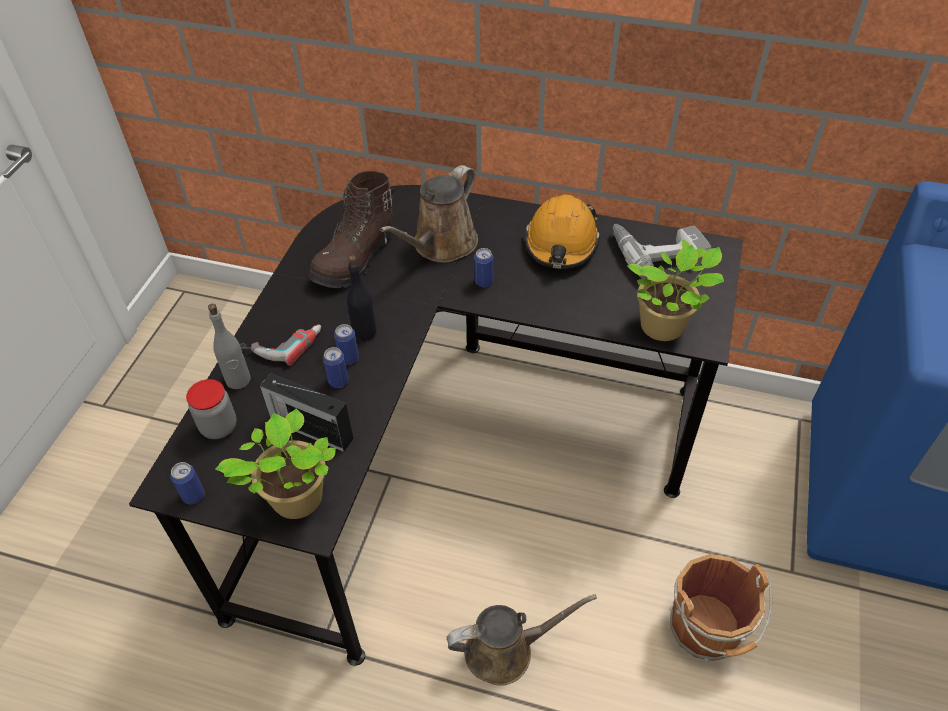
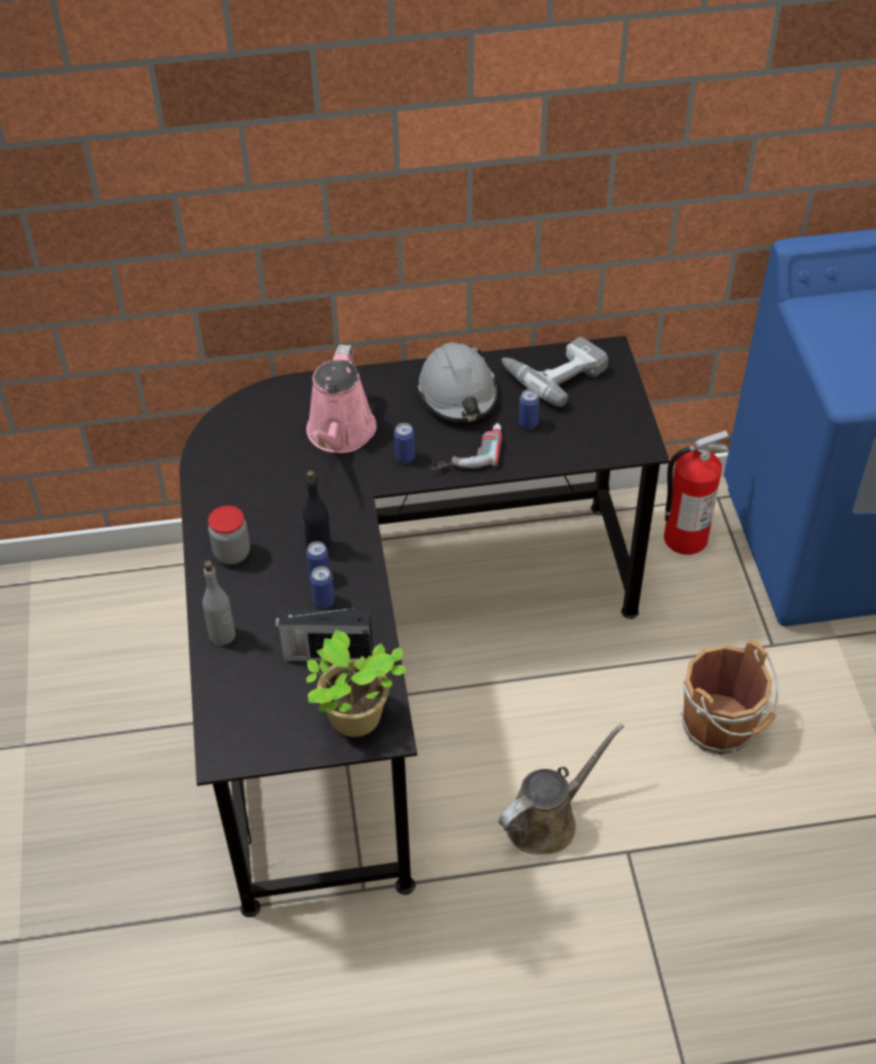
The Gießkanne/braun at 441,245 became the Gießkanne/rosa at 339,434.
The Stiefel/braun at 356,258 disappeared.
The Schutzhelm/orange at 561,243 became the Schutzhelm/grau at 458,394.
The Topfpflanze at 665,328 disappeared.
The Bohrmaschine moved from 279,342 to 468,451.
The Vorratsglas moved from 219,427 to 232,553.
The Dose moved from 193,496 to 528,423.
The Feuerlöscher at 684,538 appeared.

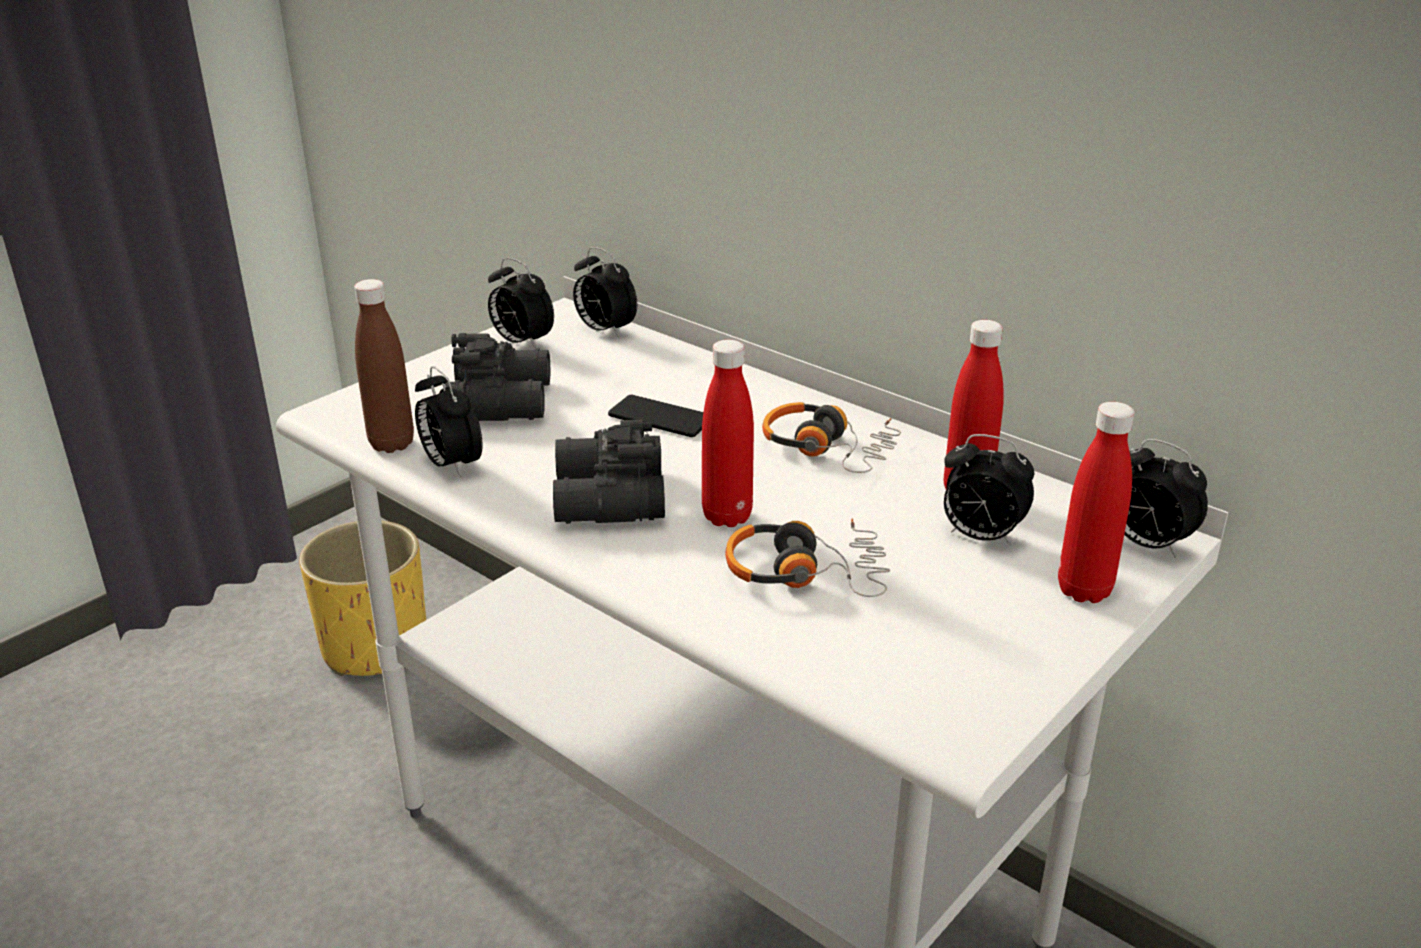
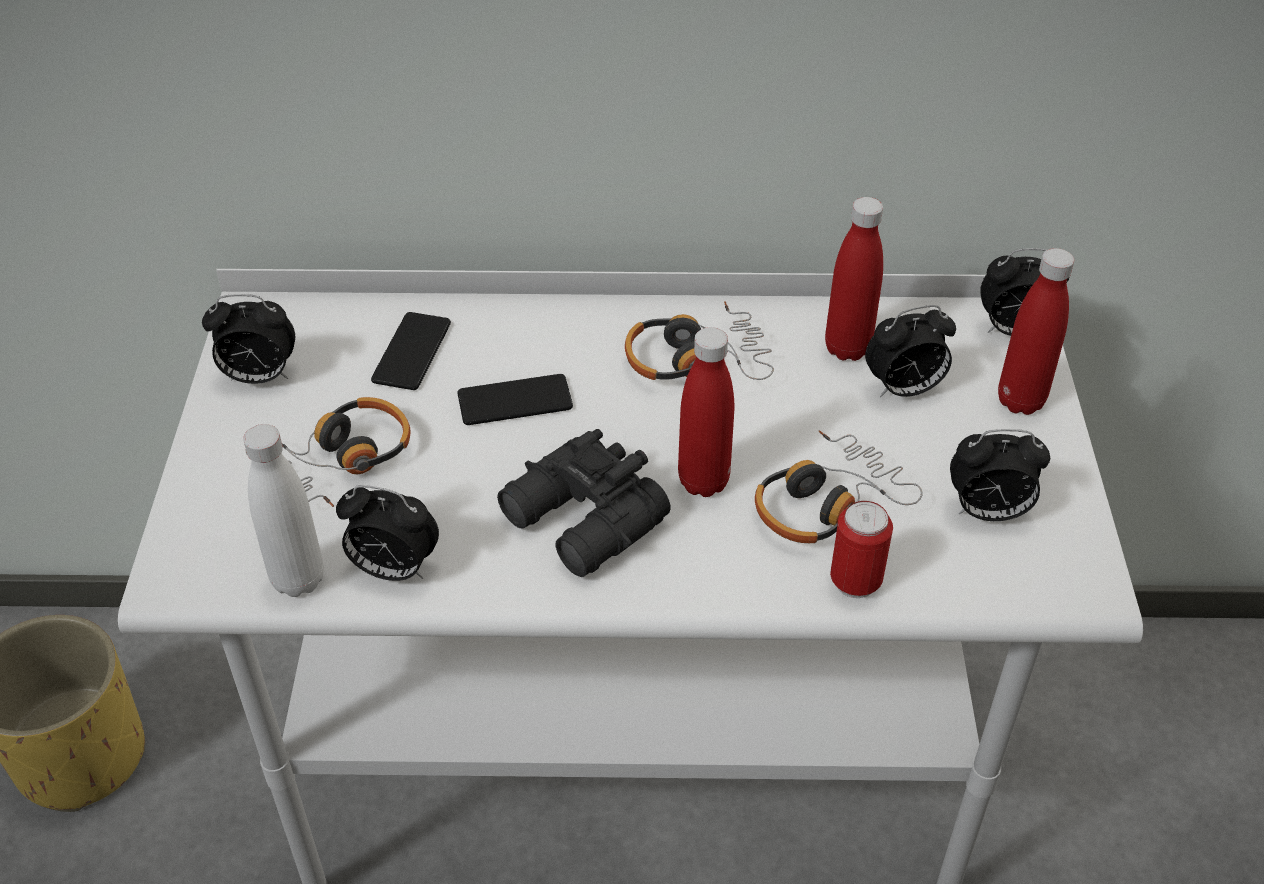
The Wecker moved from 604,331 to 987,512.
The Flasche/braun at 392,444 became the Flasche/weiß at 298,579.
The Fernglas/schwarz at 503,400 was replaced by the Kopfhörer at 339,461.
The Handy at 412,352 appeared.
The Dose at 855,582 appeared.

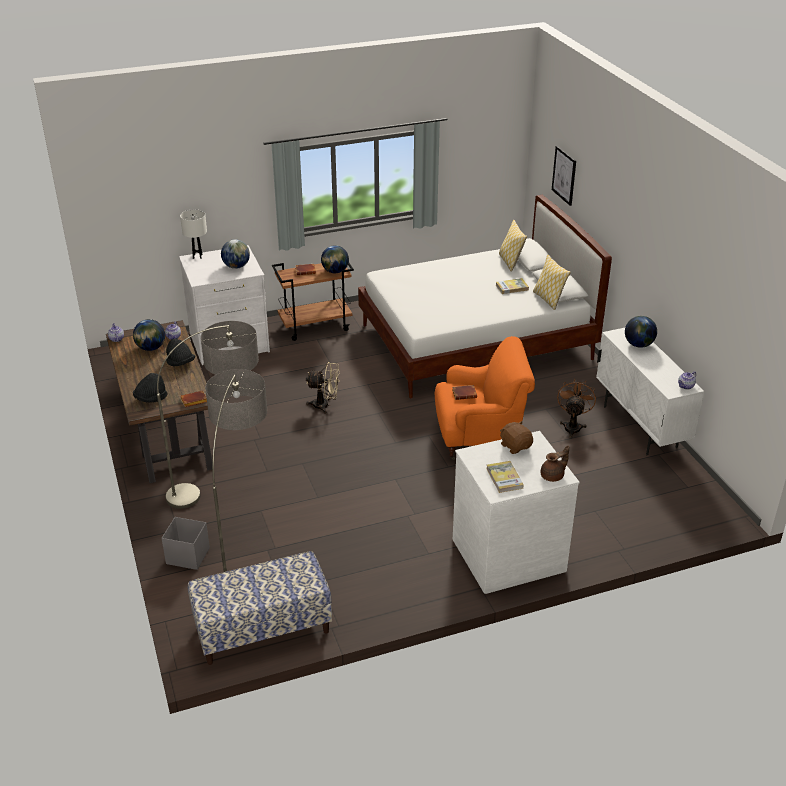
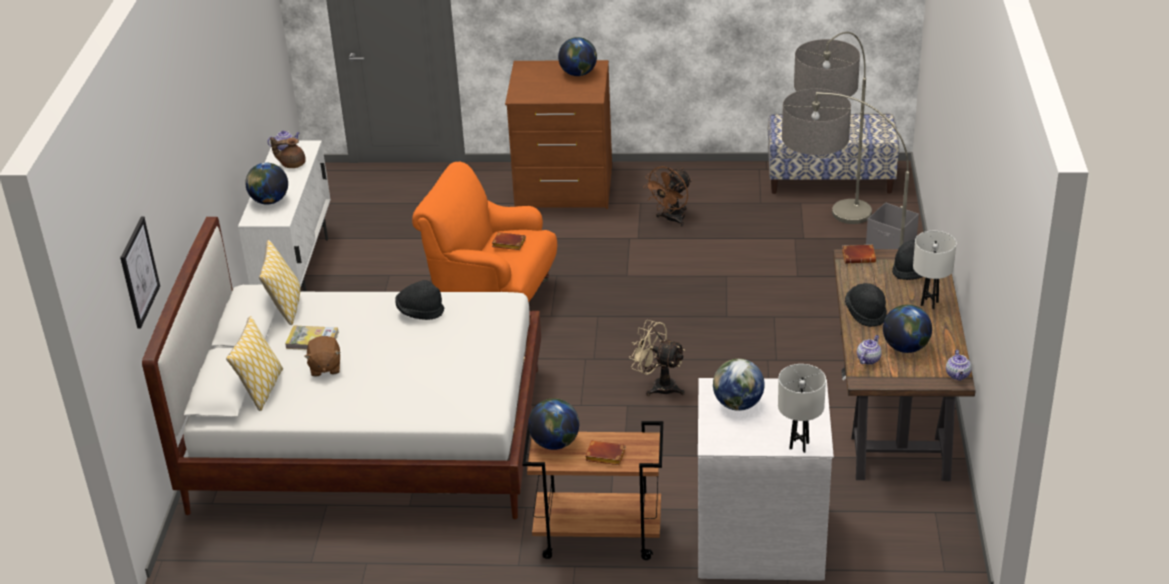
The Ventilator/braun moved from 572,426 to 671,220.
The Plüschtier/braun moved from 515,446 to 325,367.
The Kommode/weiß at 507,554 became the Kommode/braun at 564,187.
The Teekanne/braun moved from 553,476 to 292,164.
The Buch at 504,478 was replaced by the Globus at 578,73.
The Tischlampe/weiß at 929,303 appeared.
The Hut/schwarz at 420,312 appeared.

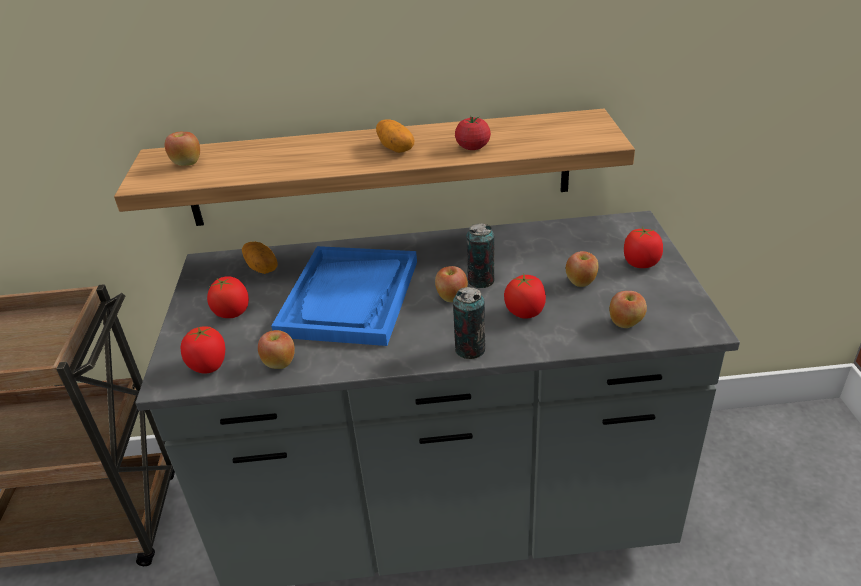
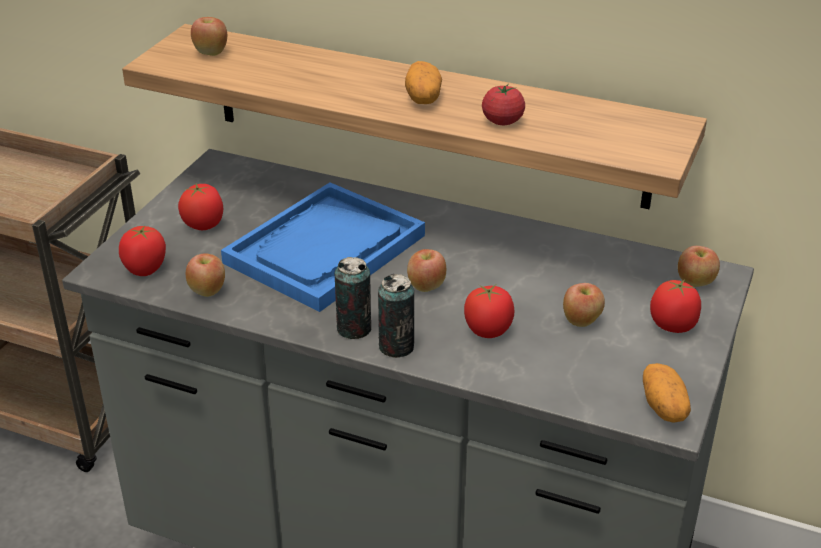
The Dose moved from 481,281 to 354,329.
The Kartoffel moved from 262,267 to 664,407.
The Apfel moved from 626,323 to 695,283.

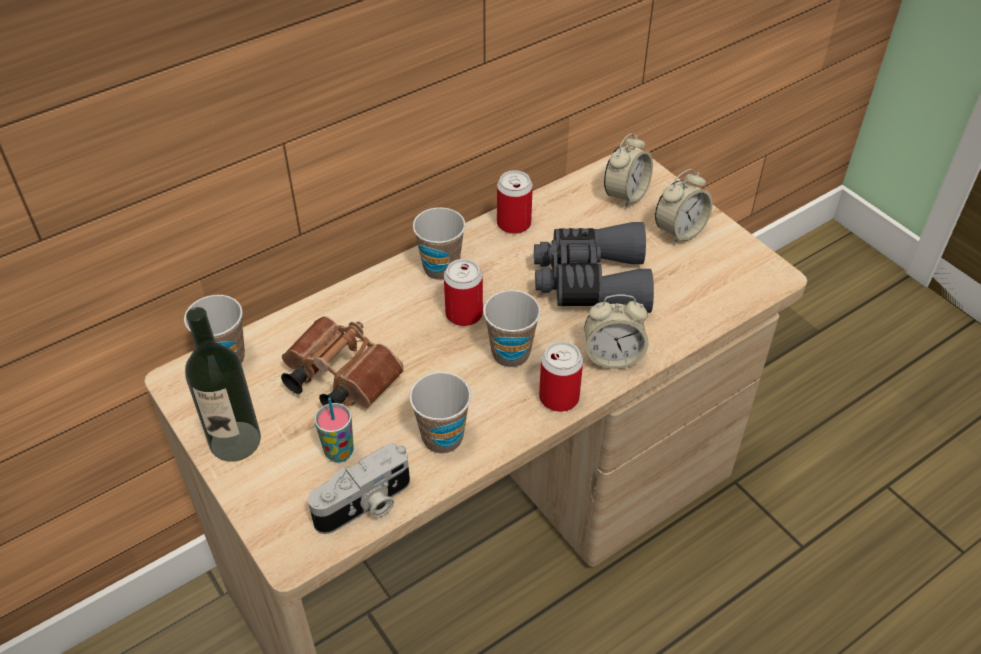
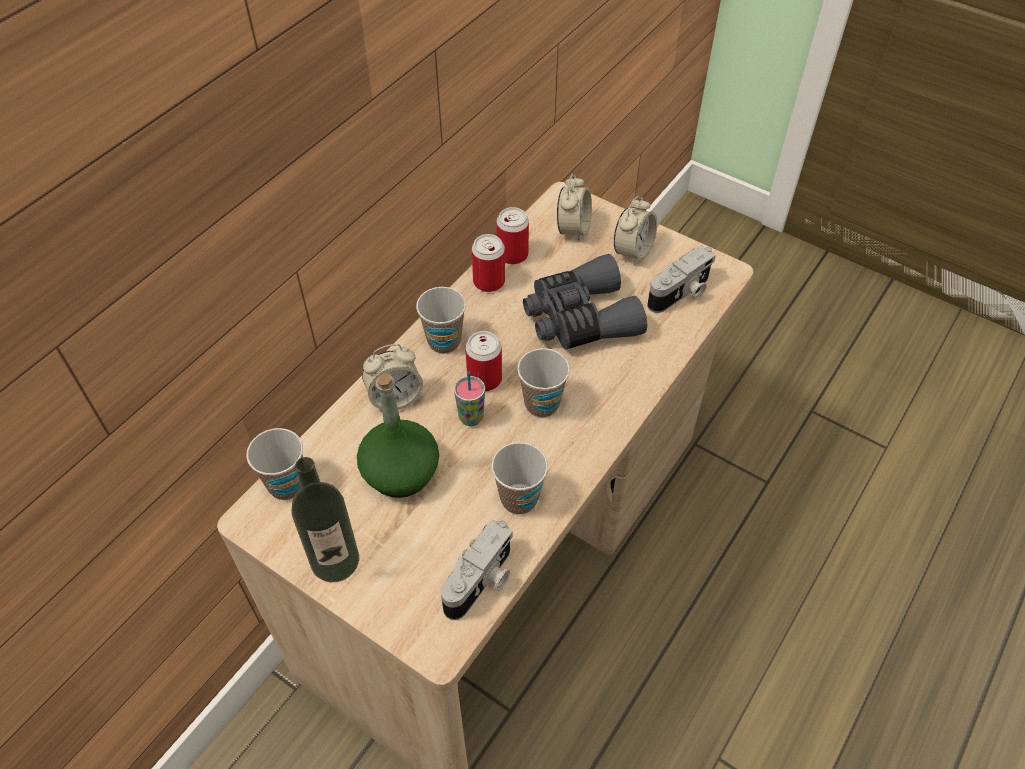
The Wecker moved from 612,356 to 395,398.
The Fernglas/braun at 337,378 was replaced by the Flasche/grün at 400,472.
The Dose moved from 559,397 to 512,254.
The Tasse moved from 339,452 to 471,418.
The Kamera at 681,293 appeared.

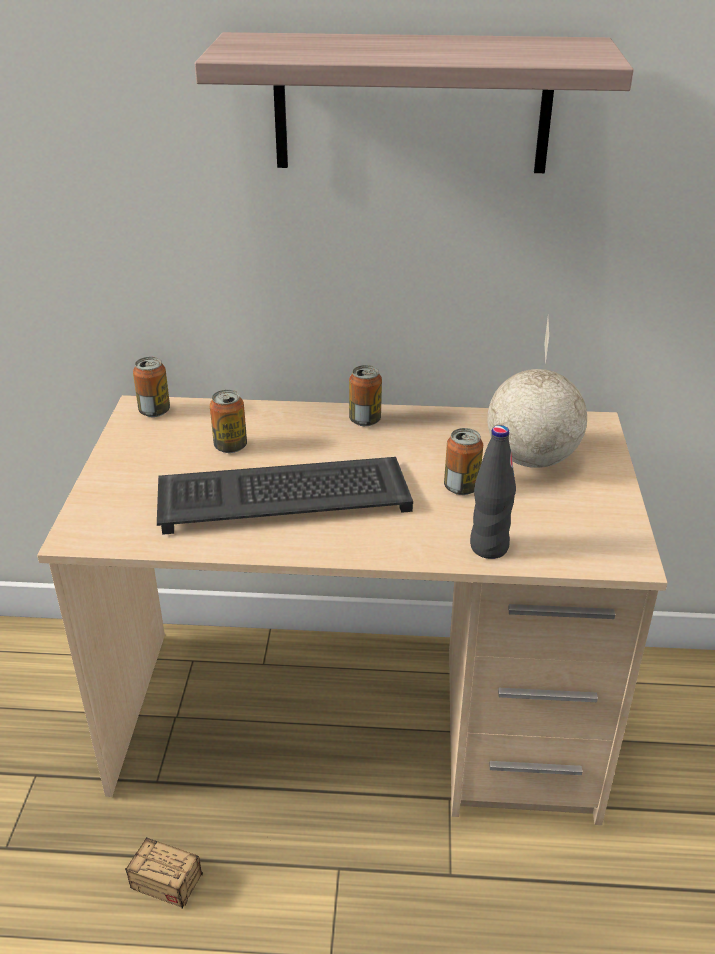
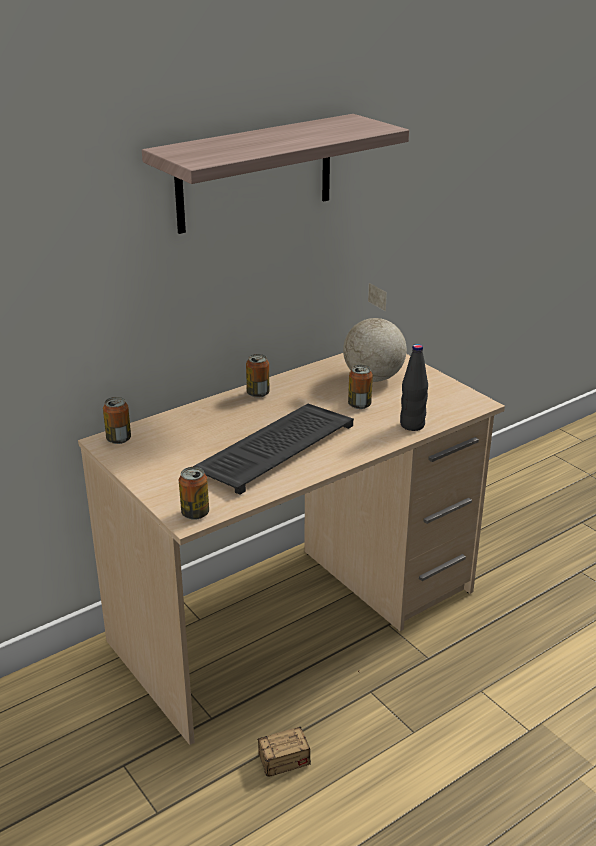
The Dose moved from 230,446 to 195,513.

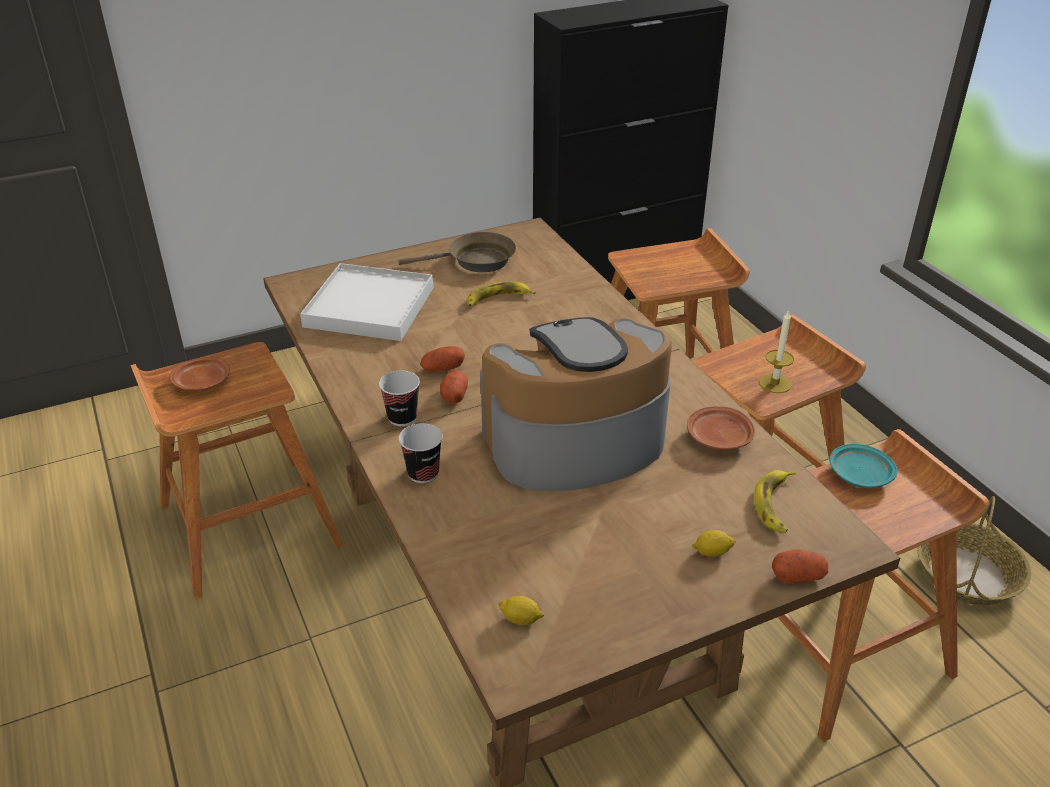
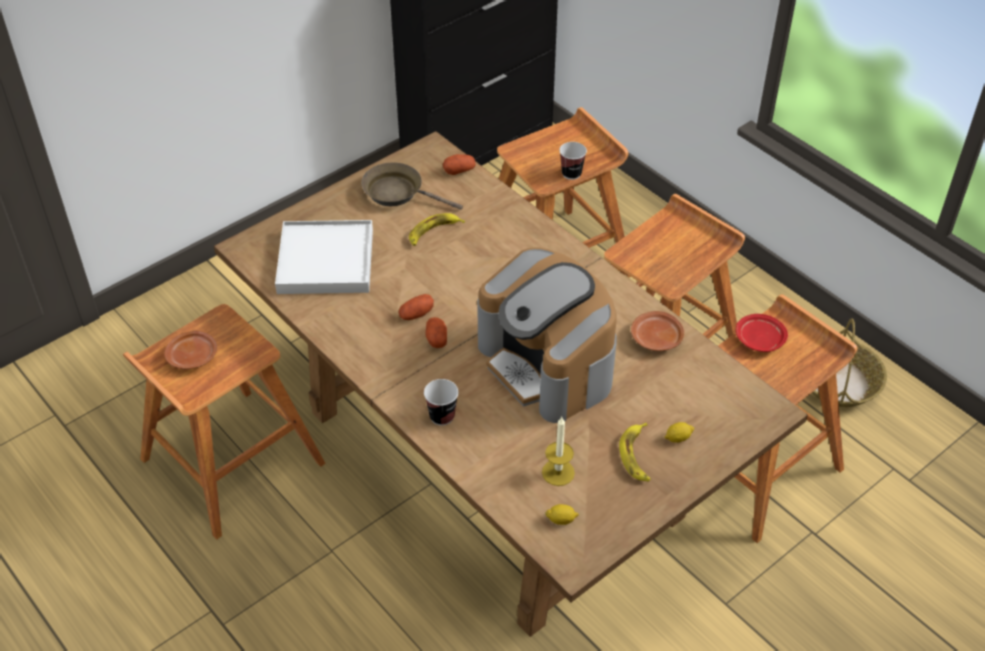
The Pfanne/braun at 476,261 turned 135 degrees counterclockwise.
The Kerze moved from 775,383 to 558,472.
The Kaffeemaschine at 574,443 turned 90 degrees counterclockwise.
The Tasse moved from 402,417 to 571,173.
The Teller/türkis at 859,475 became the Teller/rot at 759,339.
The Banane moved from 775,505 to 637,455.
The Kartoffel moved from 798,576 to 459,170.

